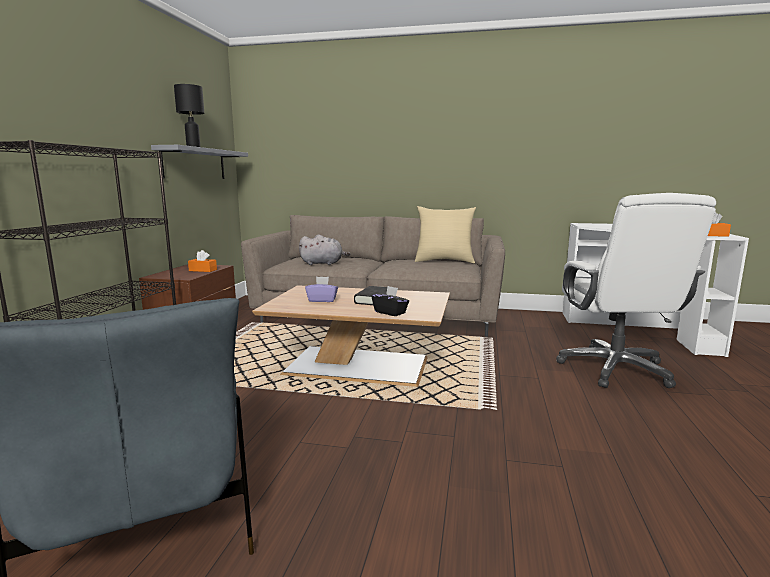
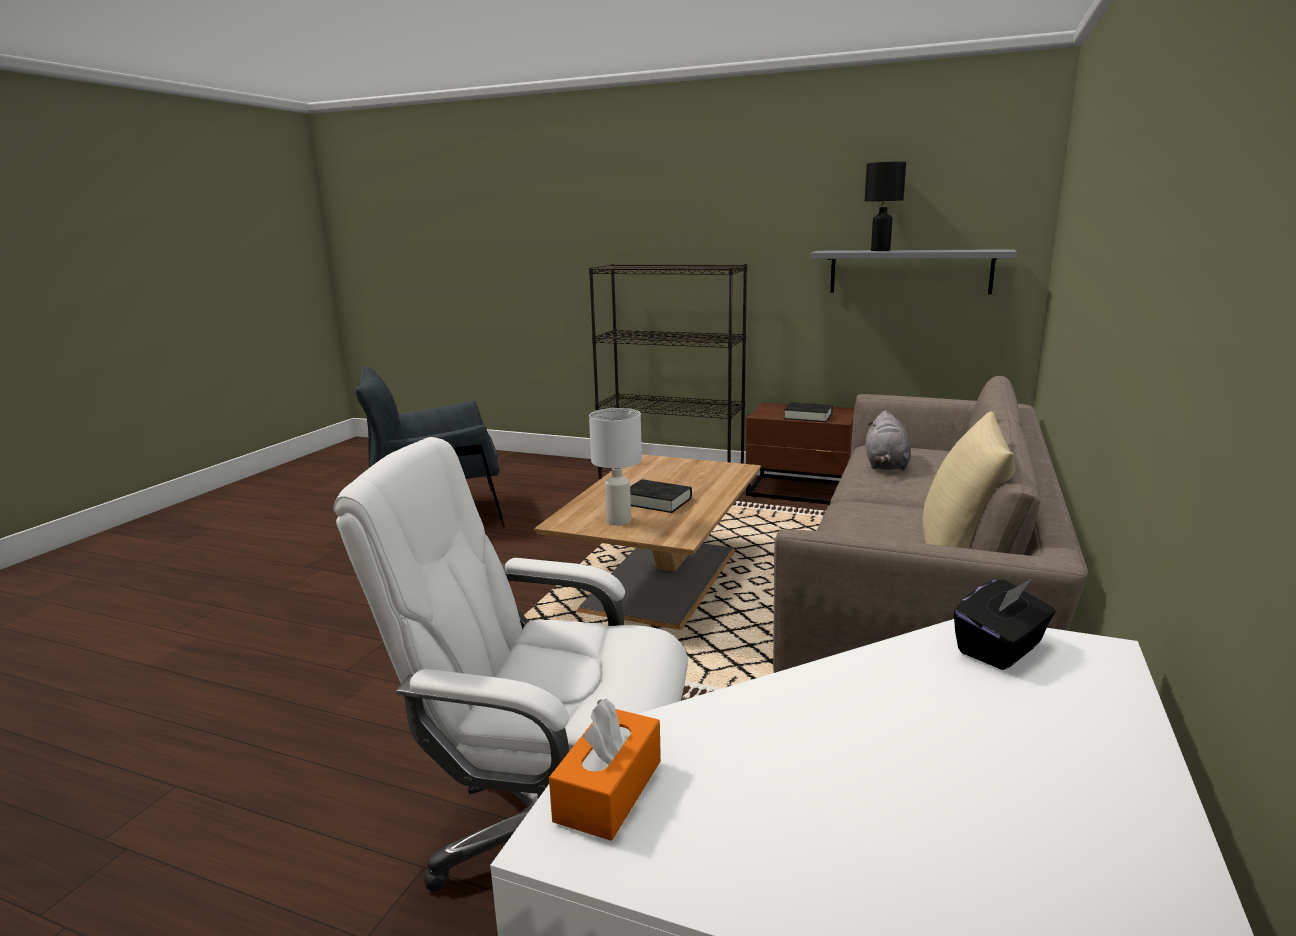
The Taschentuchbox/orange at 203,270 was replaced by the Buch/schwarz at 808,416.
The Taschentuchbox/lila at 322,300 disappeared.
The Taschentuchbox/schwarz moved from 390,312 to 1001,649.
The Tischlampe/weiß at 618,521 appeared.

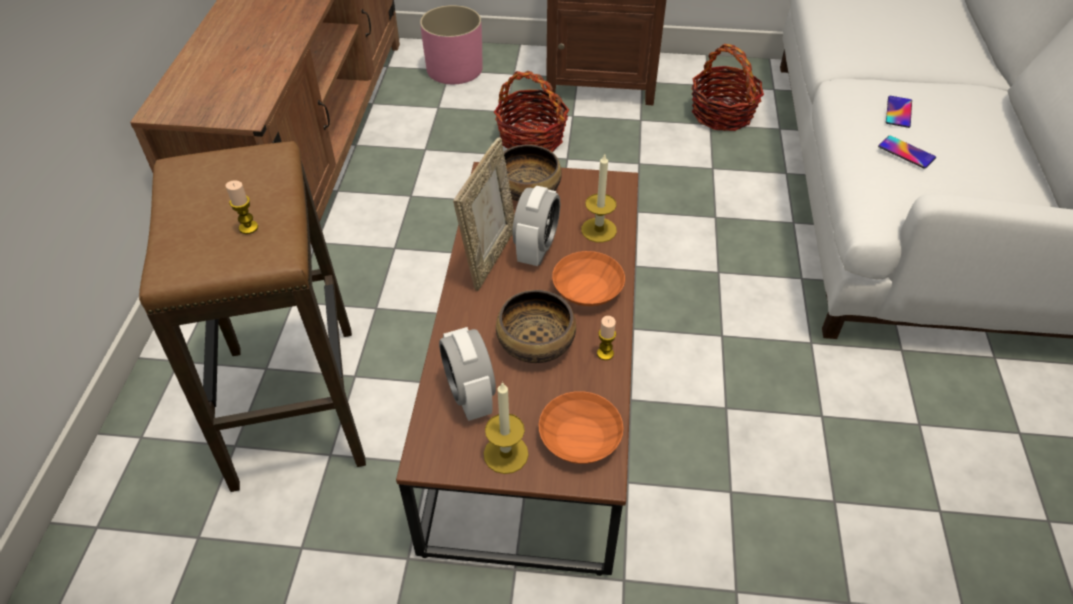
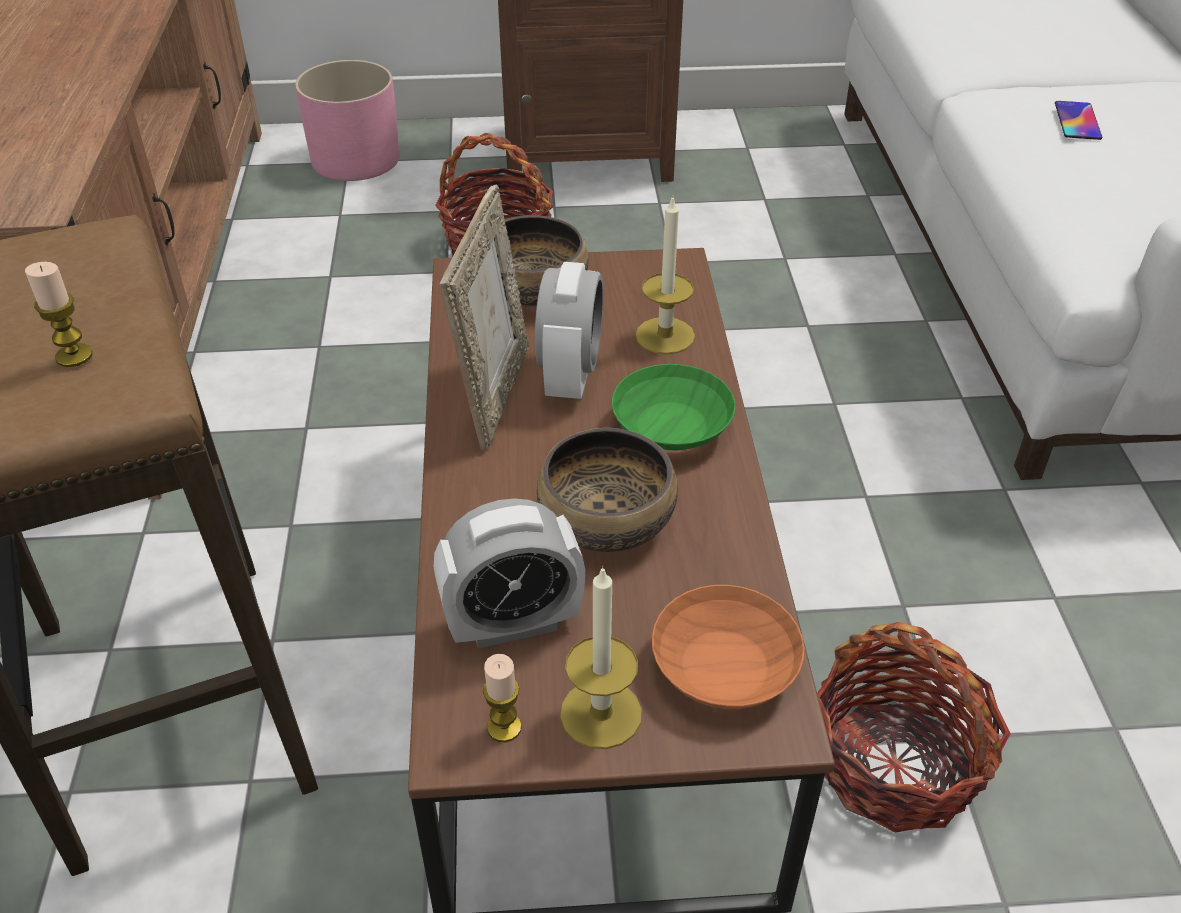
The Korb moved from 722,114 to 896,763.
The Handy at 906,152 disappeared.
The Schüssel/orange at 589,288 became the Schüssel/grün at 673,425.
The Kerze moved from 605,353 to 504,727.
The Wecker at 470,396 turned 75 degrees counterclockwise.

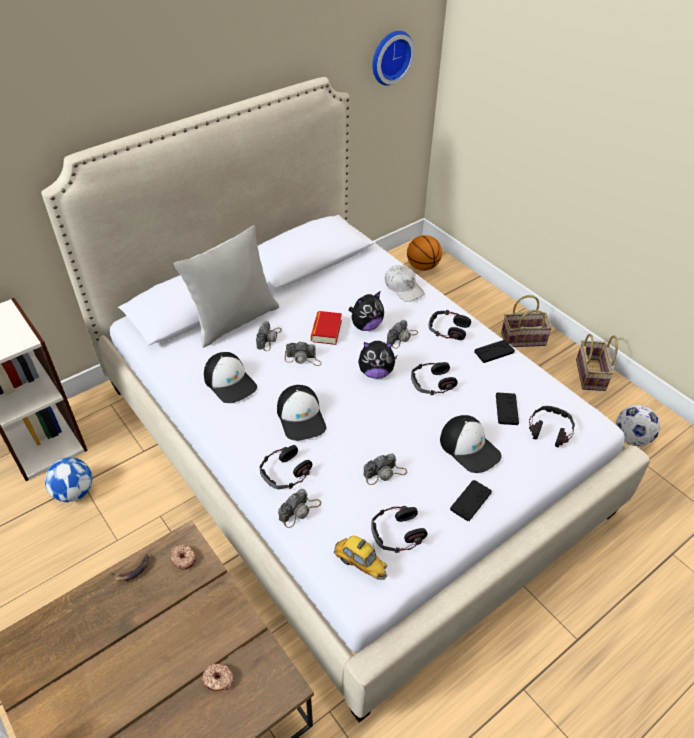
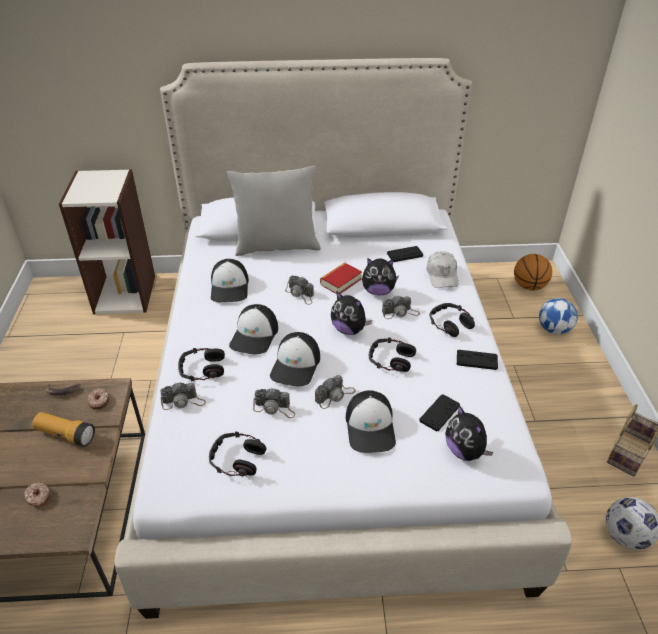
The Wanduhr at 390,56 disappeared.
The Korb at 524,338 disappeared.
The Kamera moved from 269,338 to 335,395.
The Kopfhörer at 549,429 was replaced by the Plüschtier at 465,451.
The Fußball moved from 74,492 to 554,329.
The Gamepad/schwarz moved from 470,501 to 405,255.
The Spielzeugauto at 360,564 disappeared.
The Kappe at 296,365 appeared.
The Taschenlampe at 66,435 appeared.

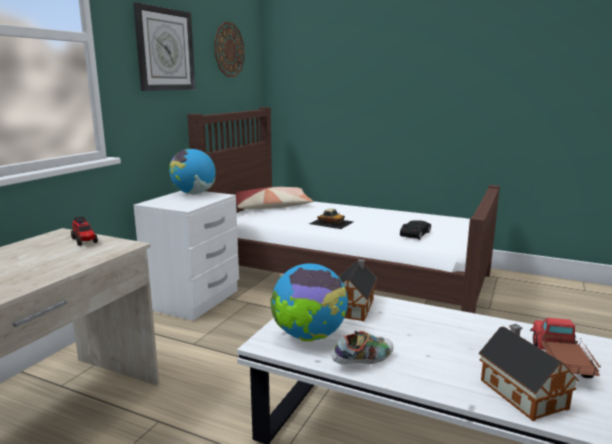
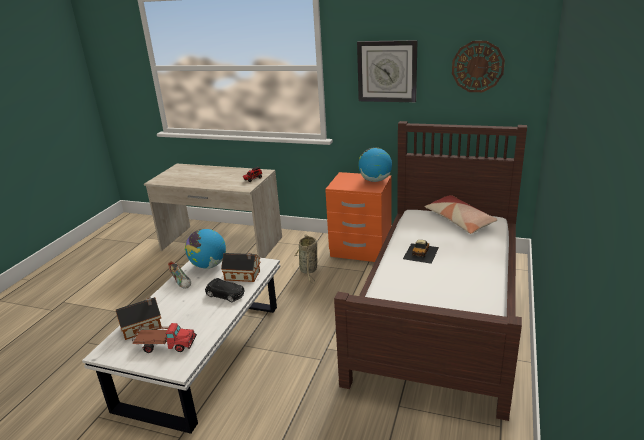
The Nachttisch/weiß at 194,300 became the Nachttisch/orange at 360,250.
The Spielzeugauto/schwarz moved from 415,234 to 226,294.
The Korb at 309,270 appeared.

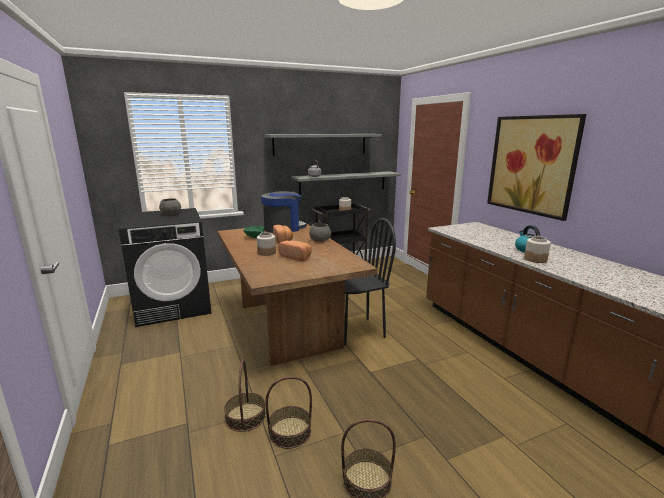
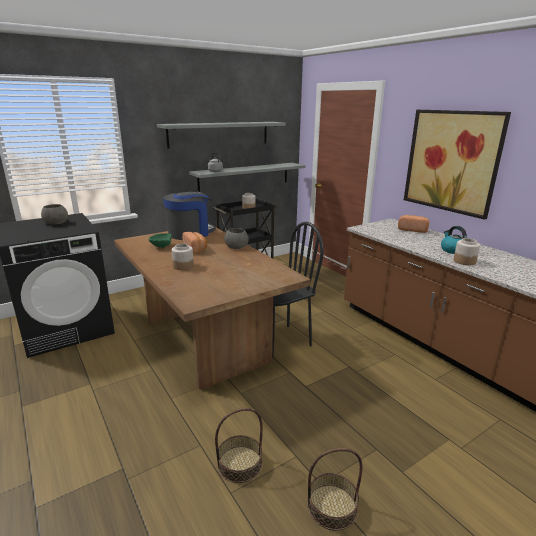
The Brot moved from 296,257 to 412,230.
The Korb at 245,417 disappeared.

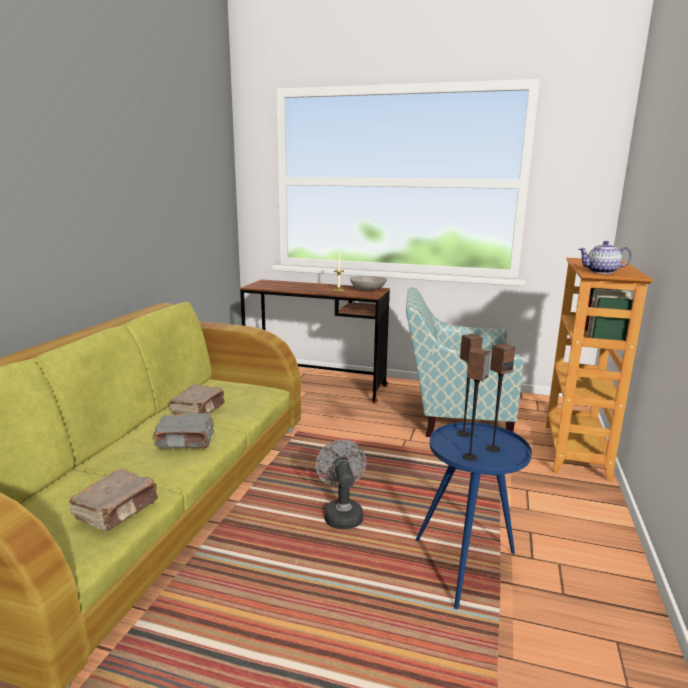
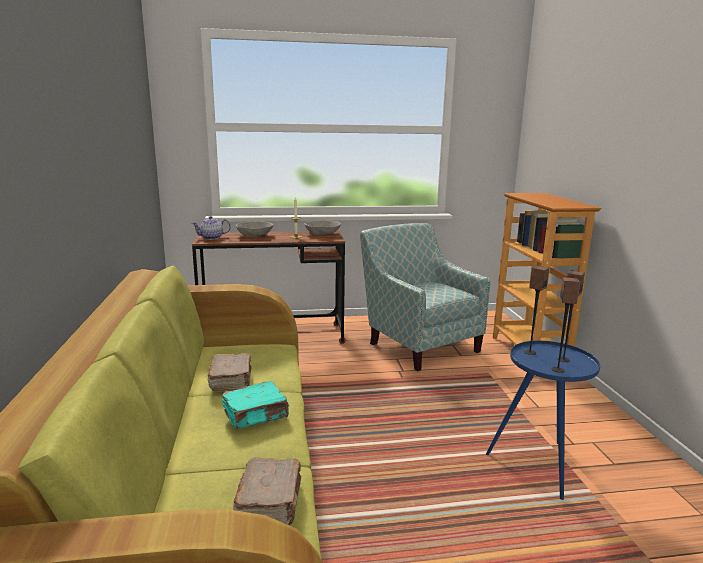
The Teekanne moved from 601,272 to 211,238.
The Sessel at 452,417 turned 75 degrees clockwise.
The Buch/grau at 186,441 became the Buch/türkis at 256,415.
The Ventilator/grau at 342,514 disappeared.
The Schüssel/grau at 255,235 appeared.

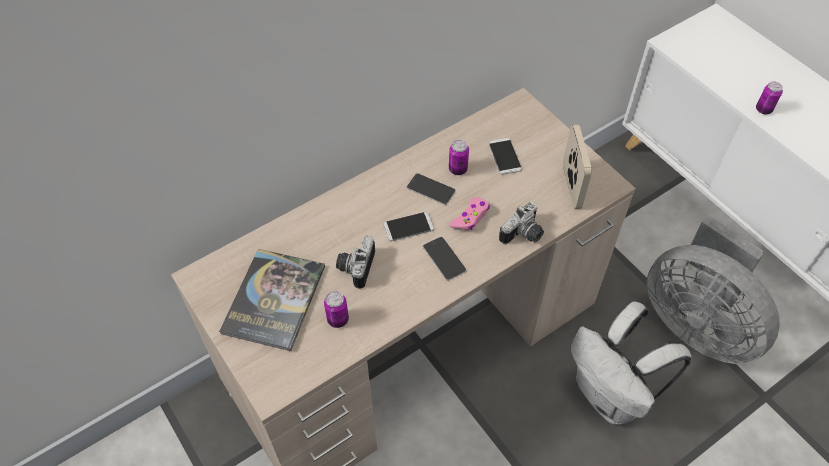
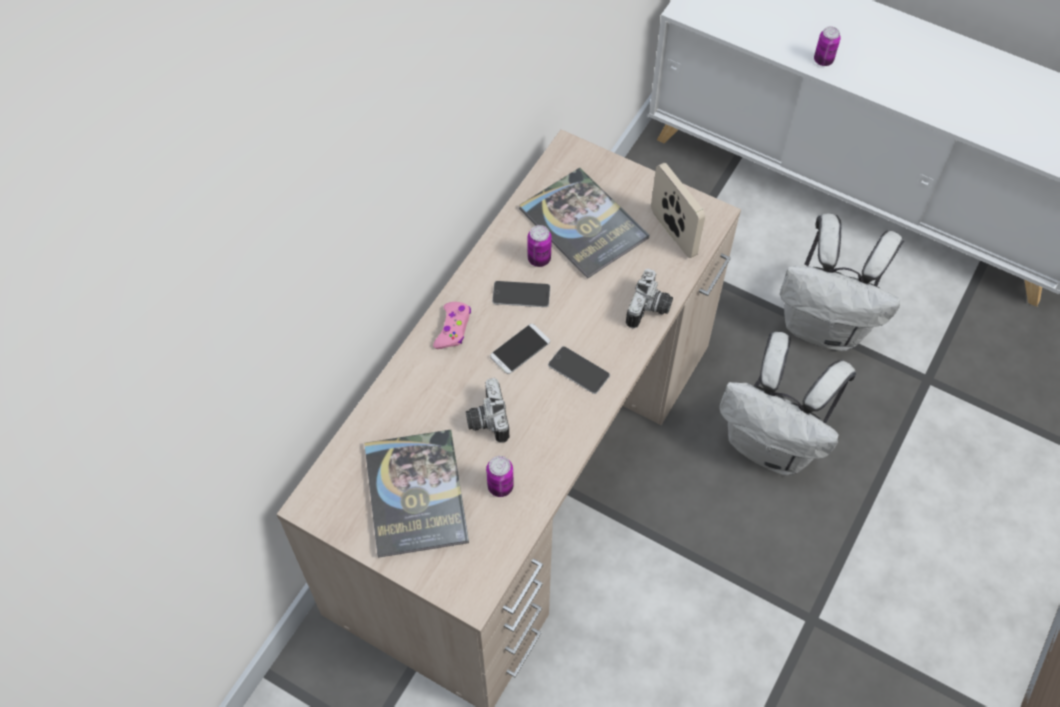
The Handy at 504,156 was replaced by the Buch at 583,223.
The Gamepad/rosa moved from 470,218 to 453,329.
The Ventilator/grau at 696,323 was replaced by the Rucksack/weiß at 825,326.

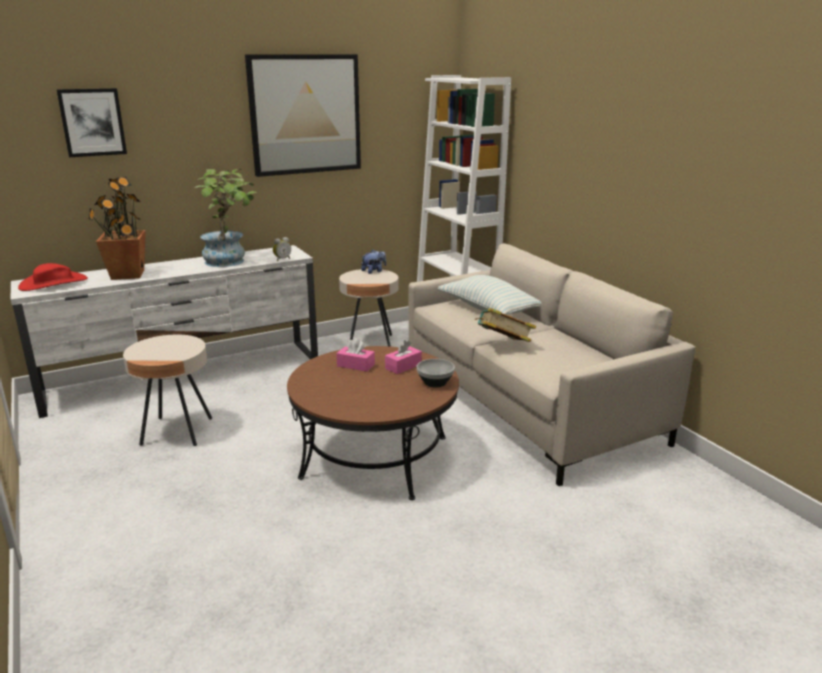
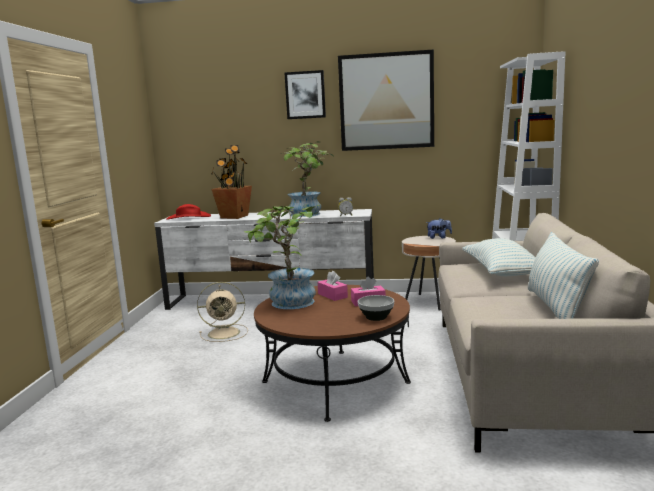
The Bild moved from 92,122 to 305,95.
The Buch at 503,345 disappeared.
The Beistelltisch/beige at 177,431 was replaced by the Ventilator/beige at 225,333.
The Topfpflanze at 288,304 appeared.
The Kissen at 556,308 appeared.

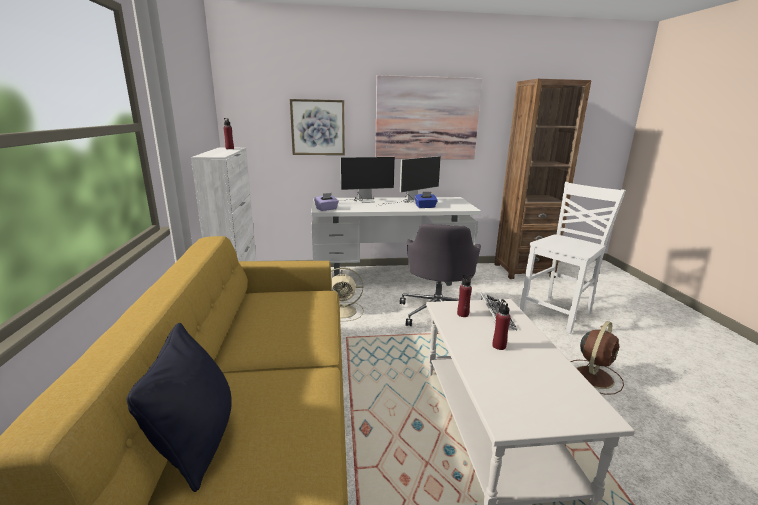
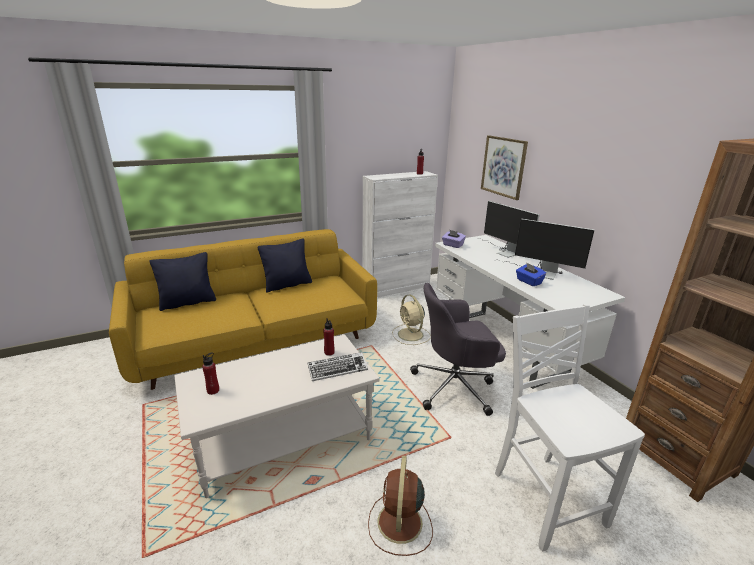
The Bild at 427,119 disappeared.
The Stuhl/weiß at 558,314 turned 135 degrees counterclockwise.
The Flasche/rot moved from 499,346 to 213,390.
The Ventilator/braun at 594,376 turned 75 degrees clockwise.
The Kissen/schwarz at 287,285 appeared.

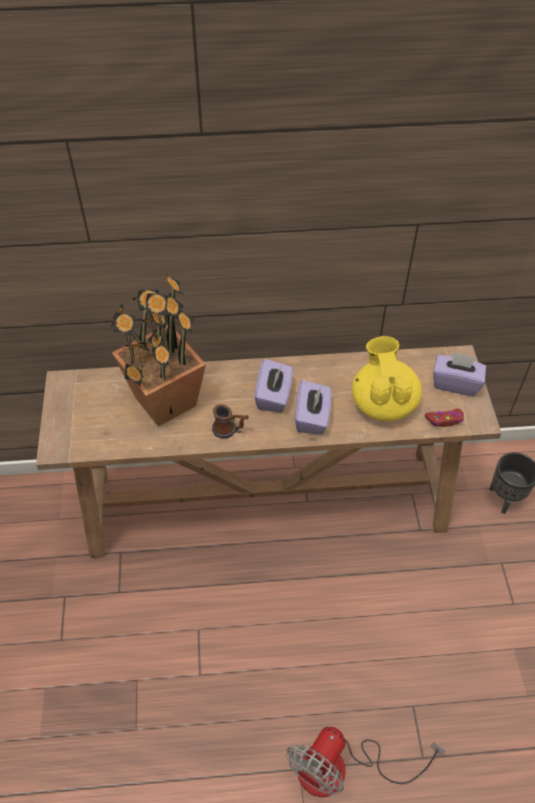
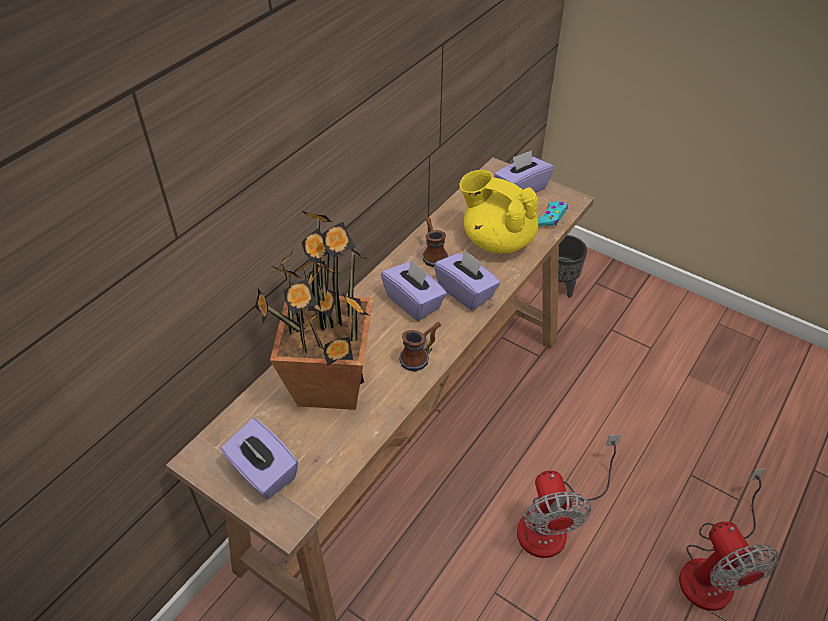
The Gamepad/rot at 444,420 became the Gamepad/türkis at 551,218.
The Henkelbecher at 433,254 appeared.
The Taschentuchbox/lila at 263,472 appeared.
The Ventilator at 554,521 appeared.

